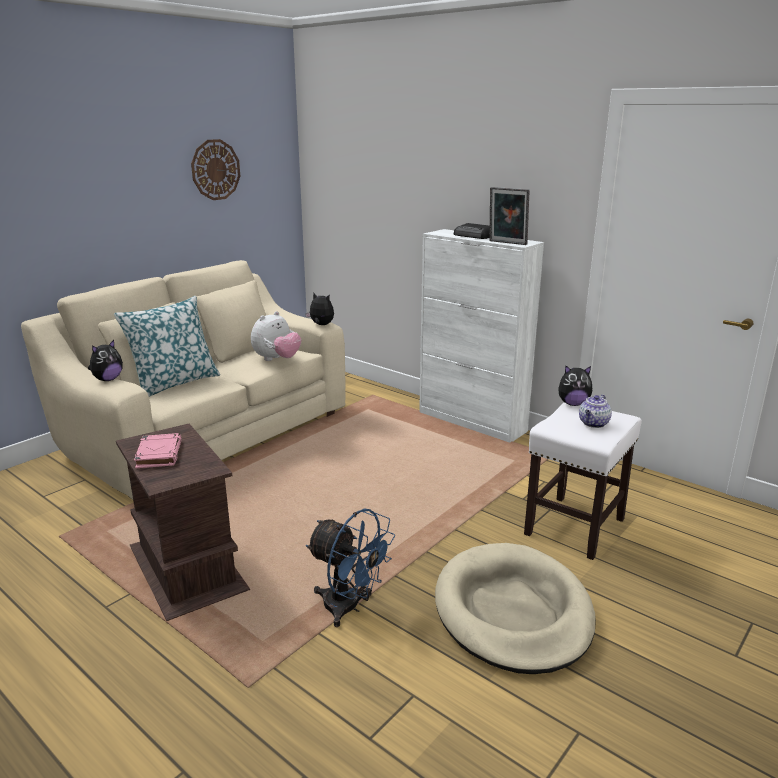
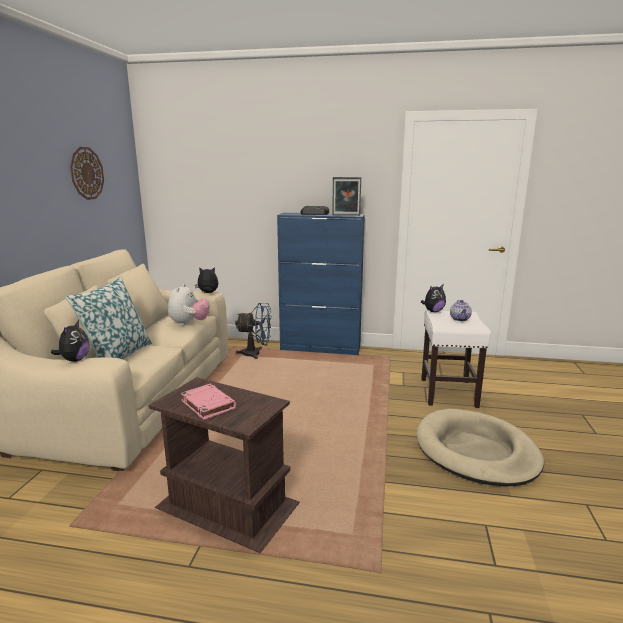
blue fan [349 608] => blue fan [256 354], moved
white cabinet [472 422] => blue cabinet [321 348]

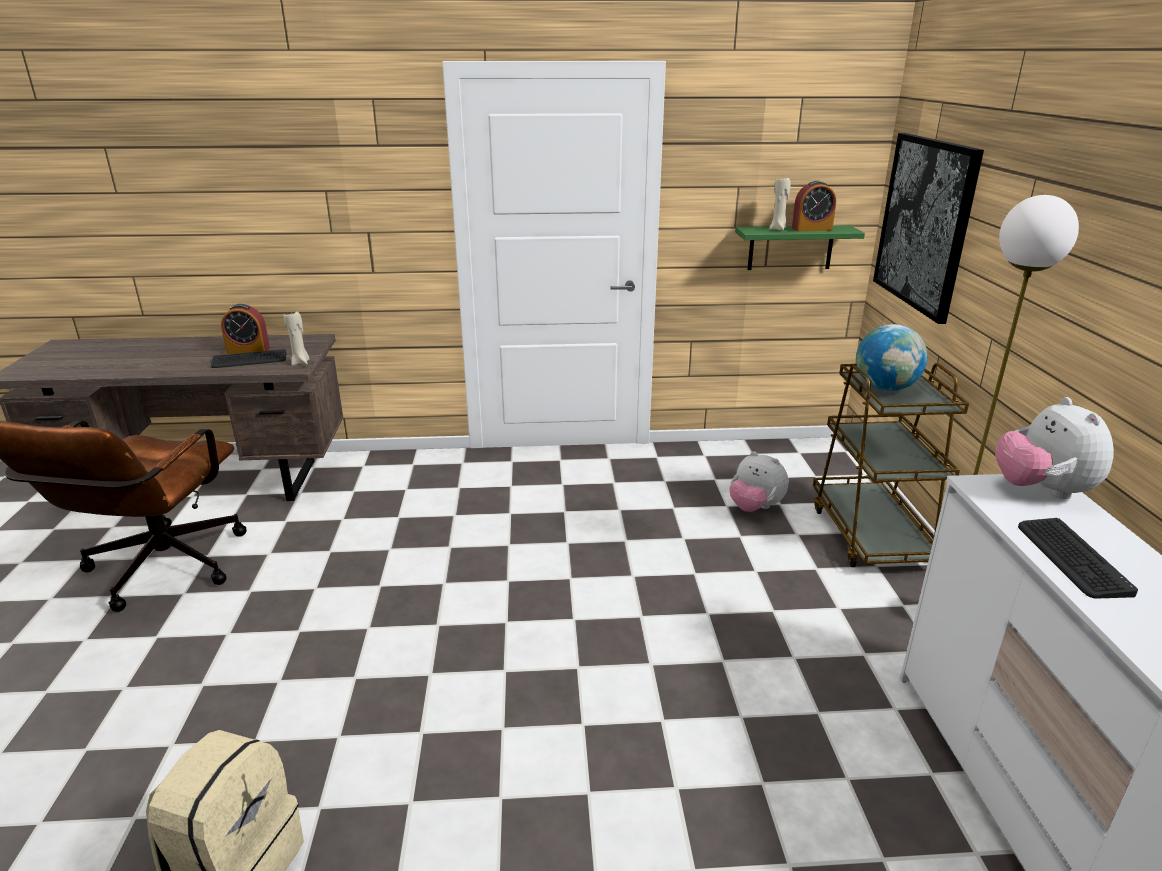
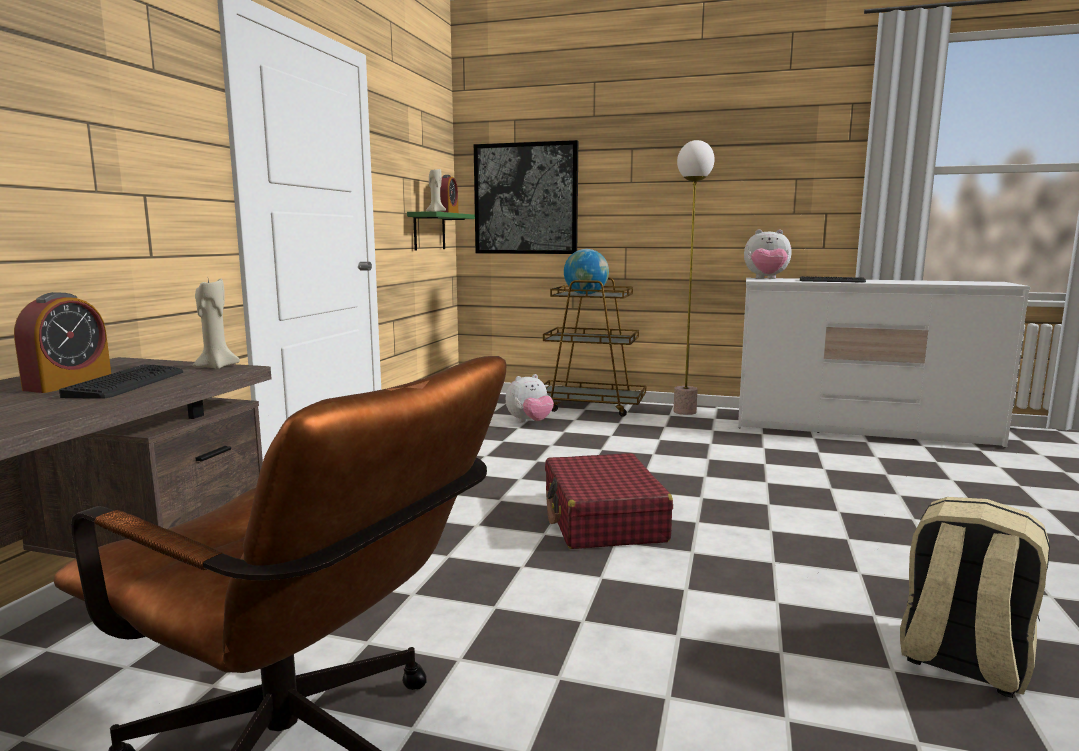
nothing => red suitcase [603 519]

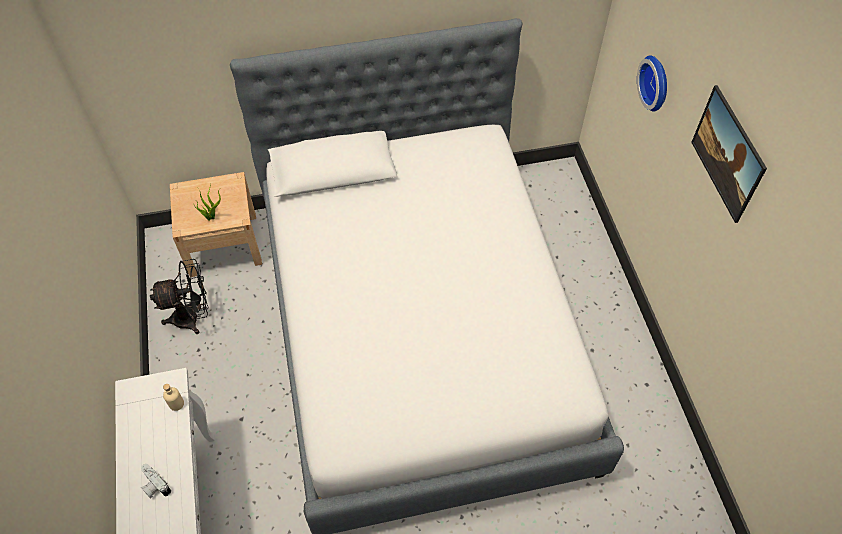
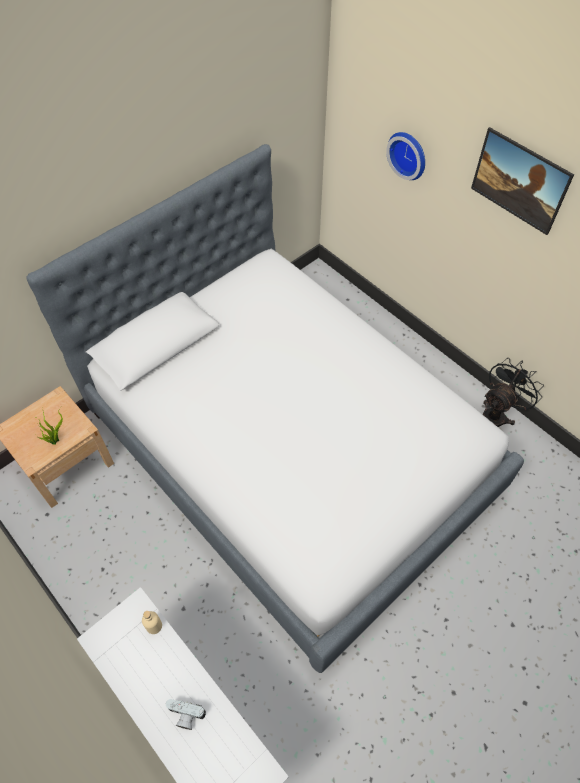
black fan [193 317] => black fan [497 414], moved

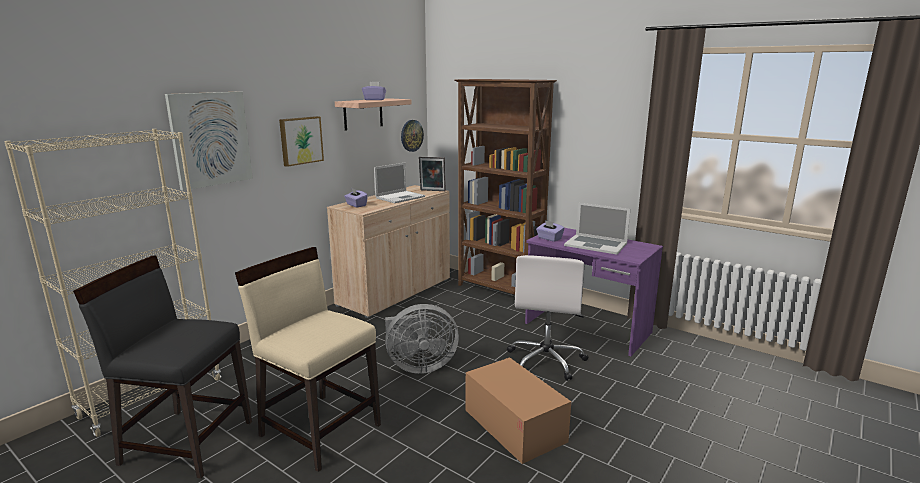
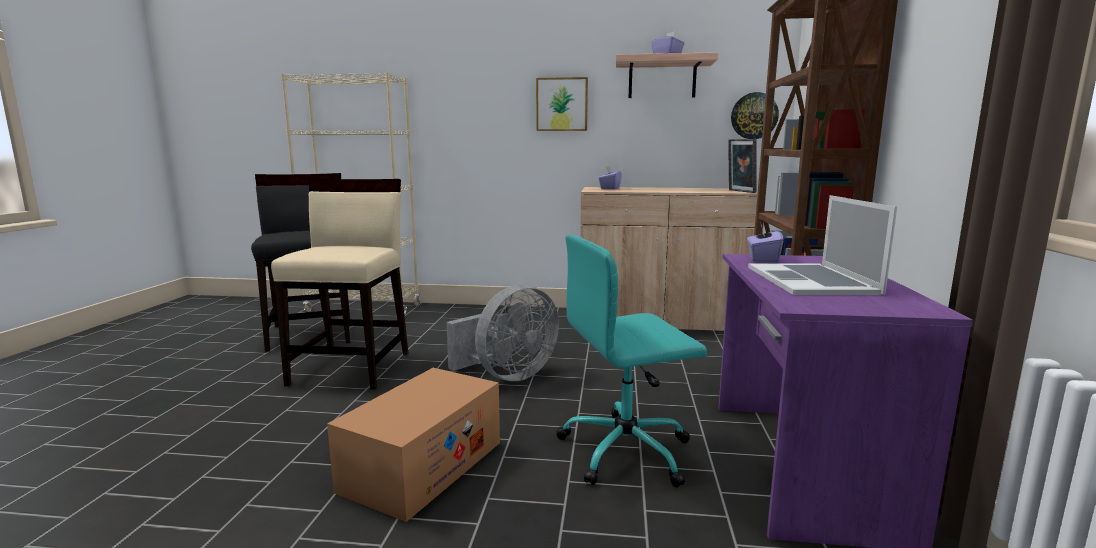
picture [210 139] => nothing
laptop [400 197] => nothing
white office chair [546 360] => turquoise office chair [627 450]
grey fan [419 366] => grey fan [508 375], 90 degrees counterclockwise

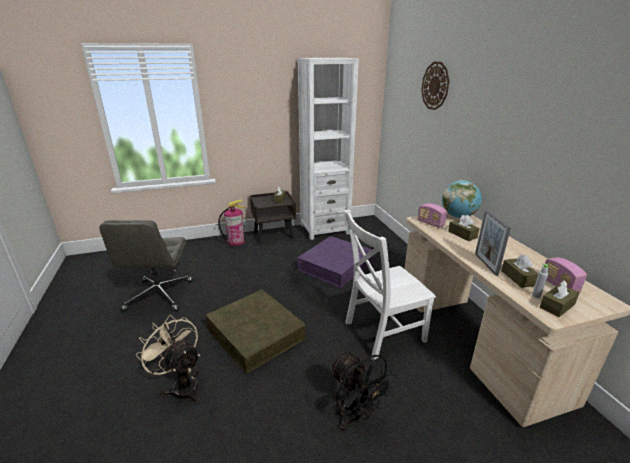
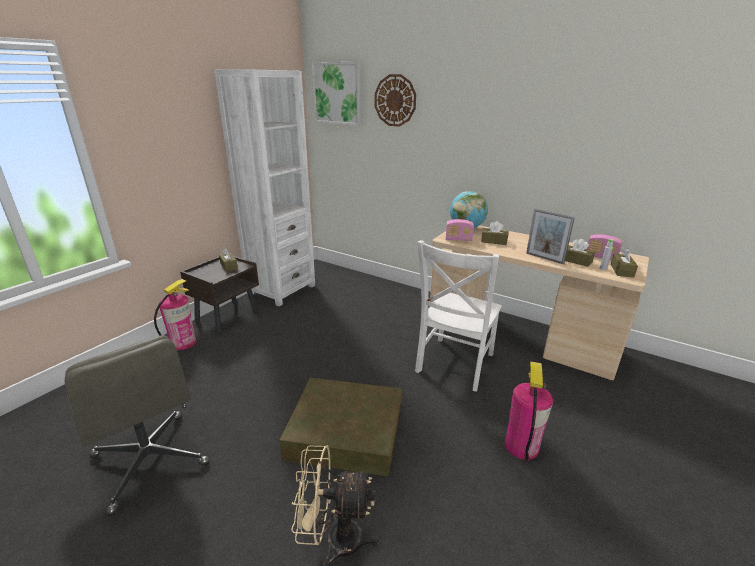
purple storage box [335 266] => nothing
nothing => picture [337 93]
black fan [355 416] => fire extinguisher [521 446]

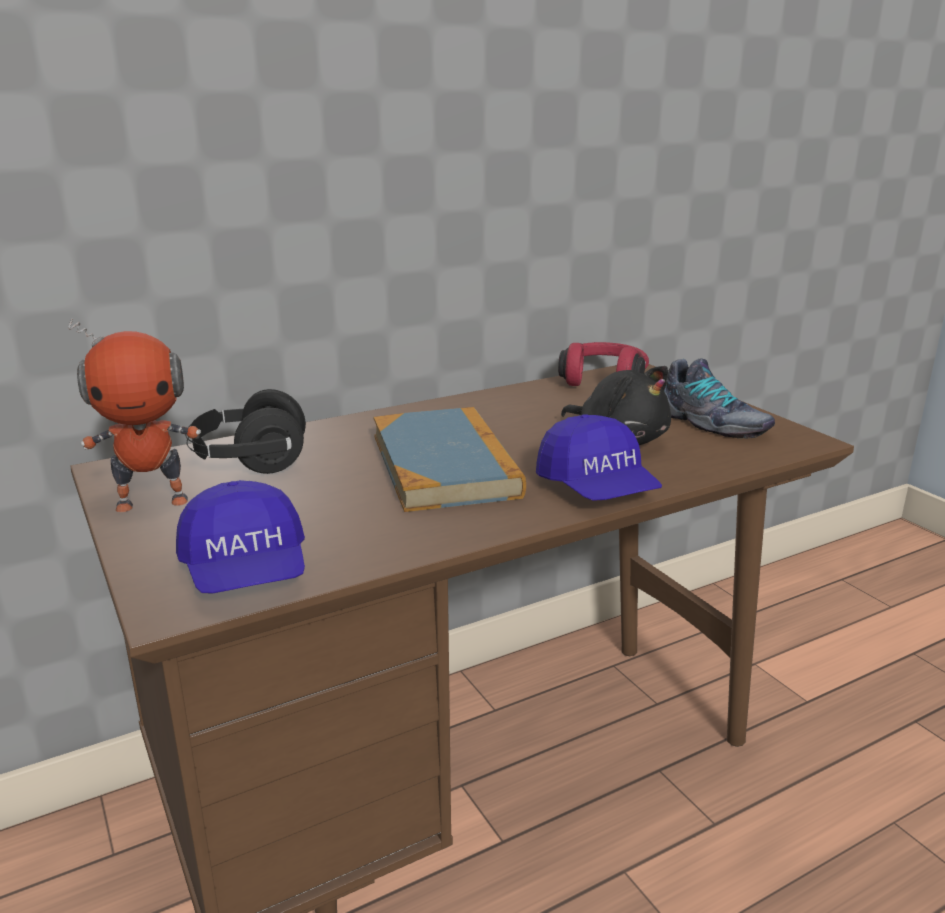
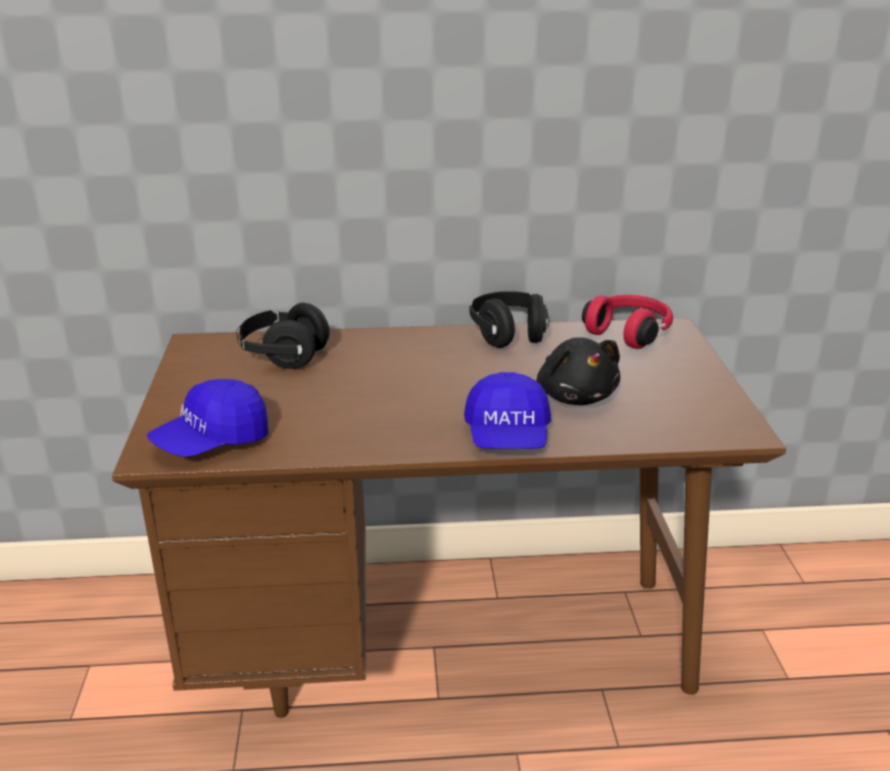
toy robot [152 502] => nothing
book [444 465] => nothing
shoe [709 423] => nothing
nothing => black headphones [509 335]
blue cap [247 572] => blue cap [212 442], 45 degrees clockwise

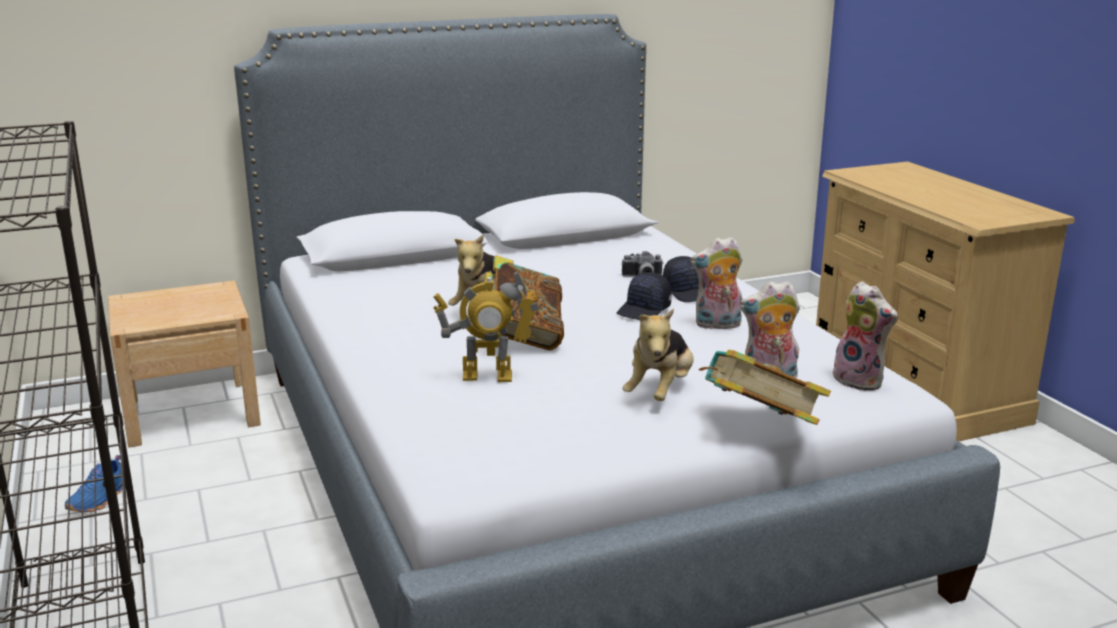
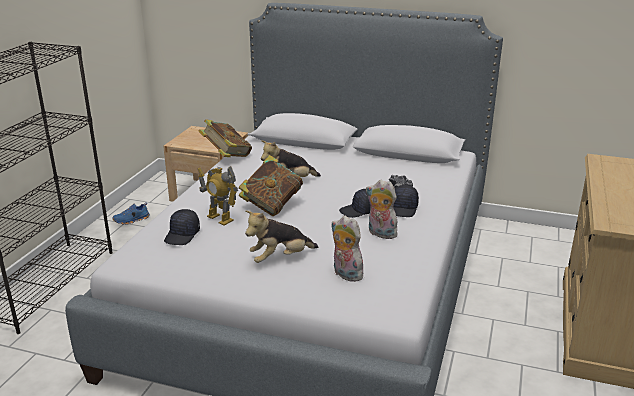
plush toy [861 381] => nothing
nothing => black cap [182 235]
book [758 426] => book [226 156], moved

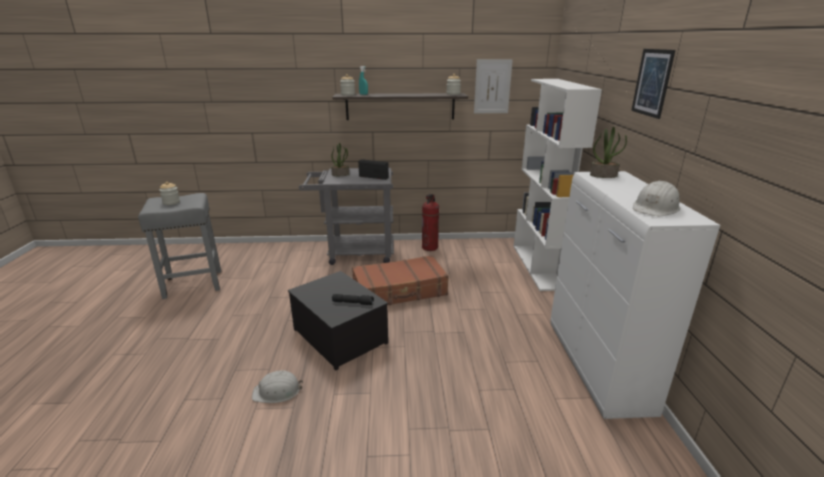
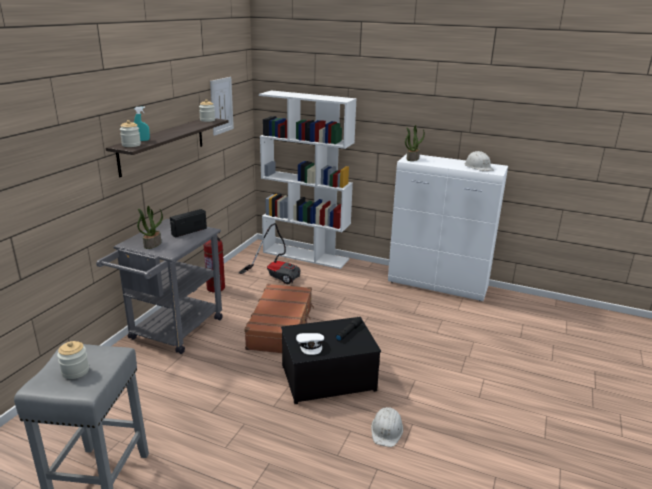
picture [652 82] => nothing
nothing => vacuum cleaner [276 275]
nothing => white cap [310 345]

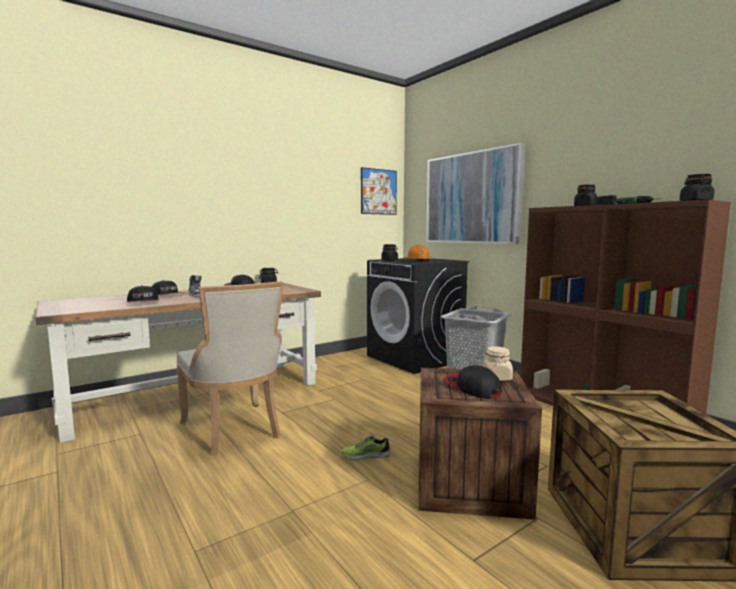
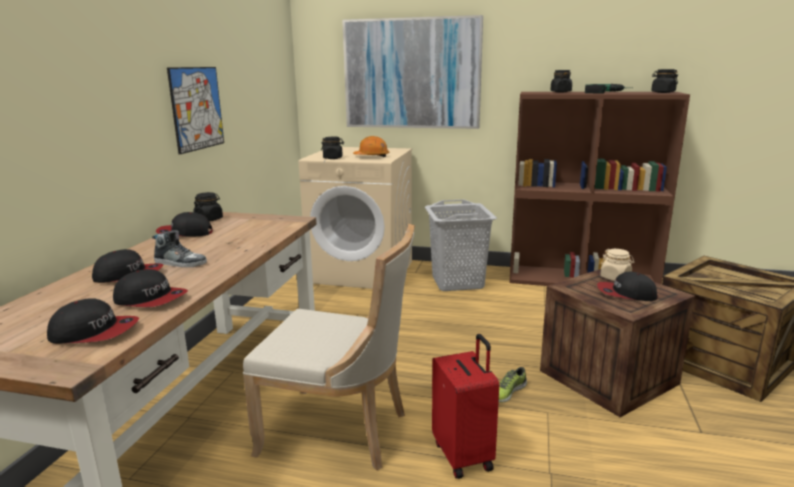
nothing => cap [95 332]
nothing => red suitcase [464 455]
picture [378 191] => picture [197 108], moved
black washing machine [415 358] => beige washing machine [363 271]

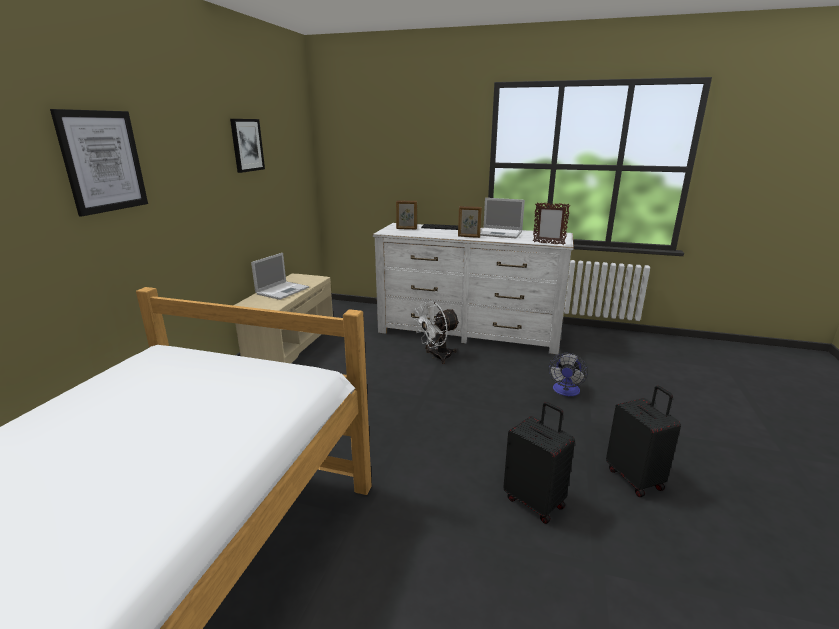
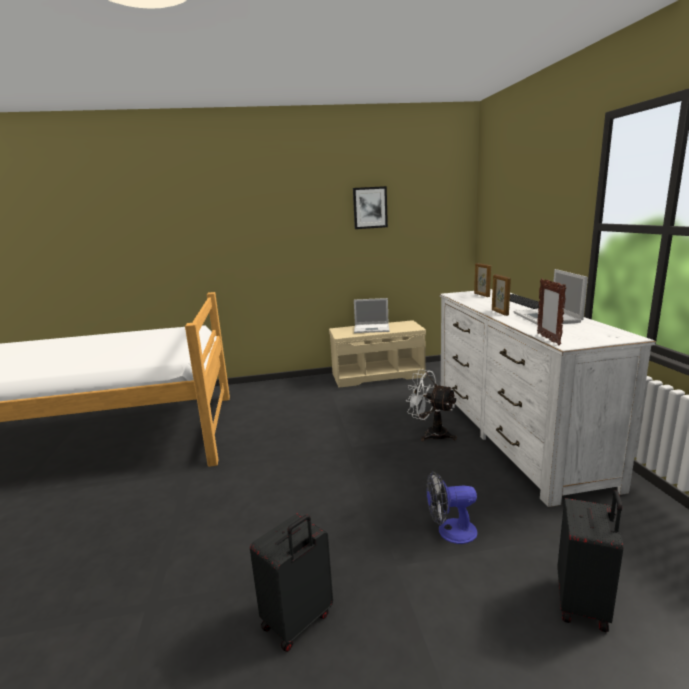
picture [103 161] => nothing
black suitcase [535 501] => black suitcase [583 604], moved

